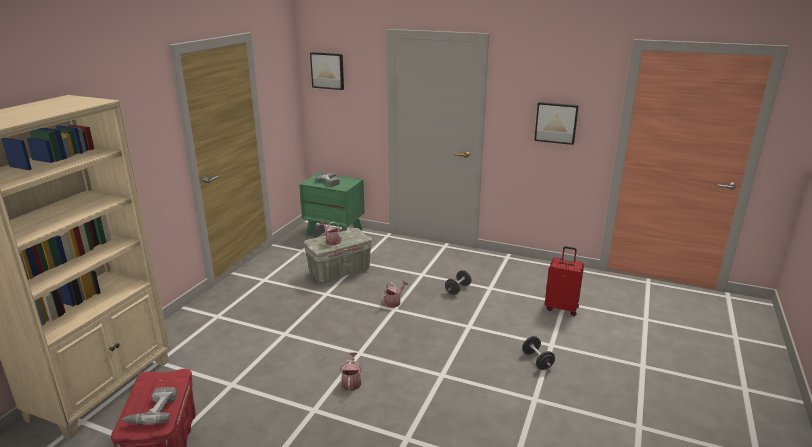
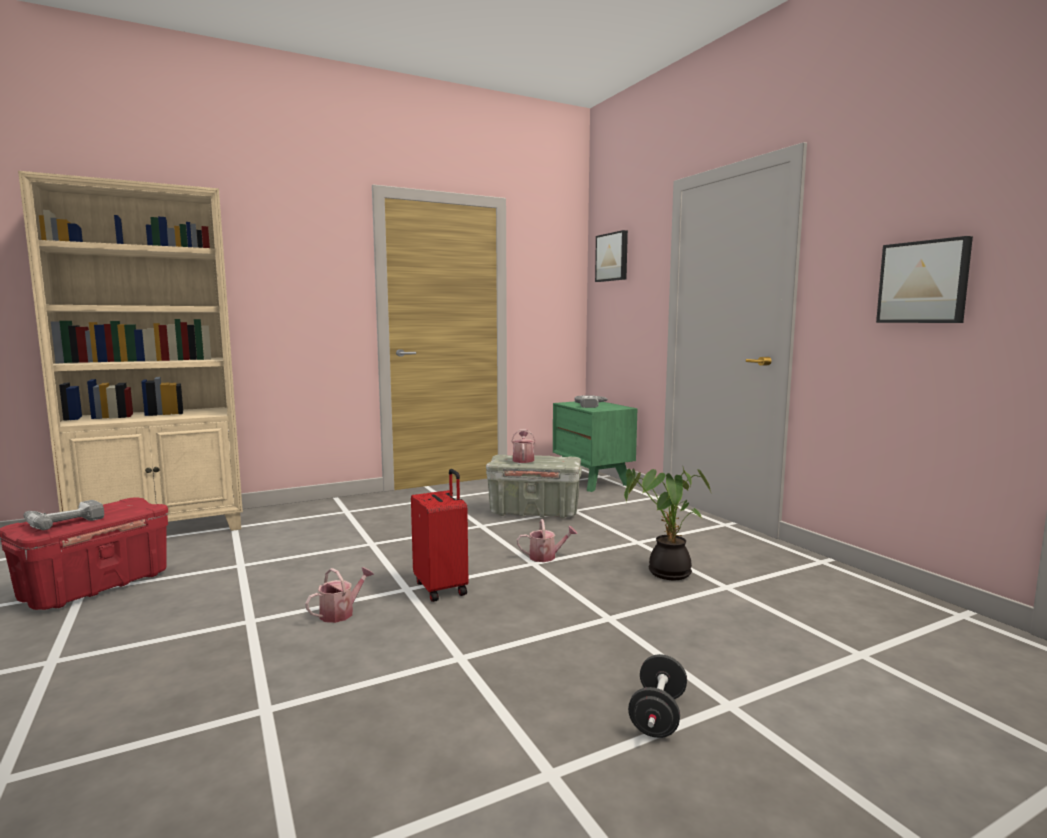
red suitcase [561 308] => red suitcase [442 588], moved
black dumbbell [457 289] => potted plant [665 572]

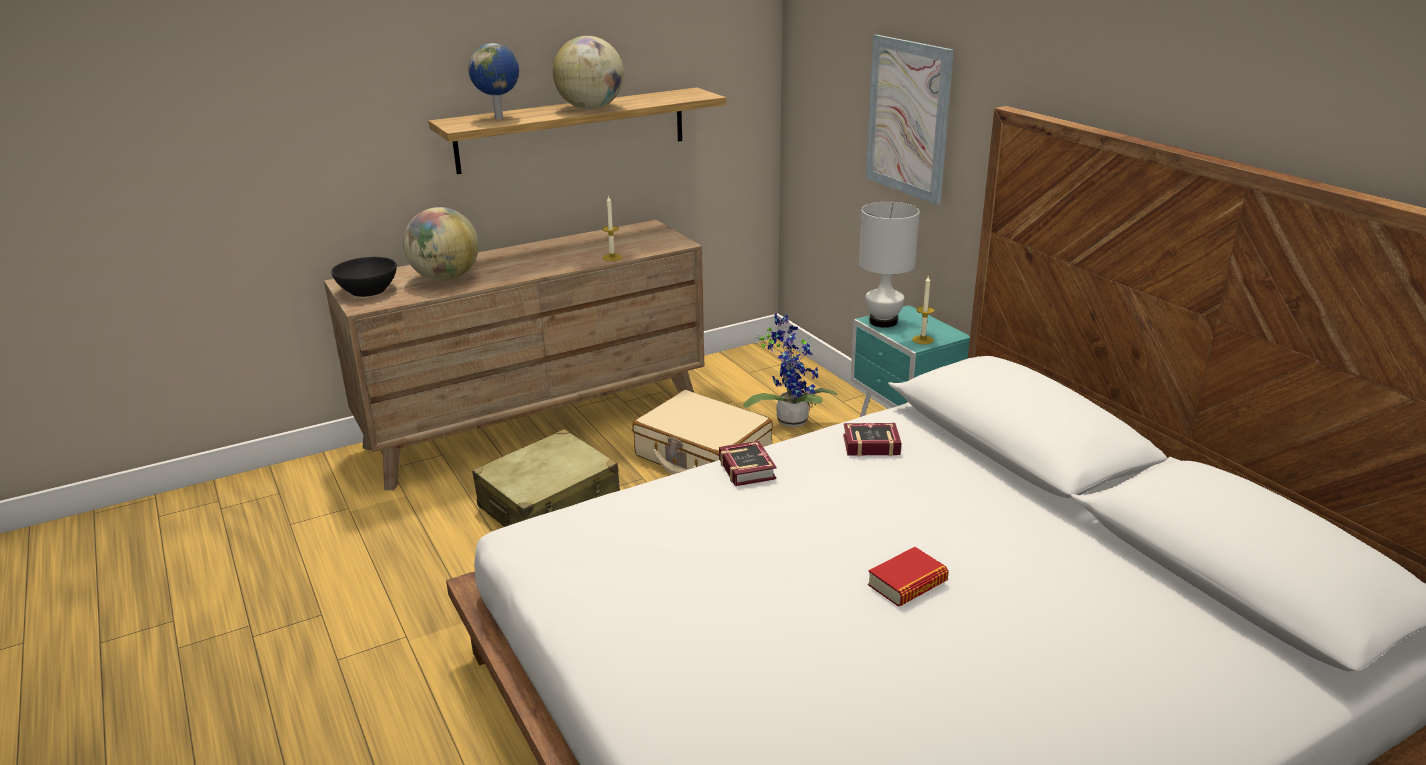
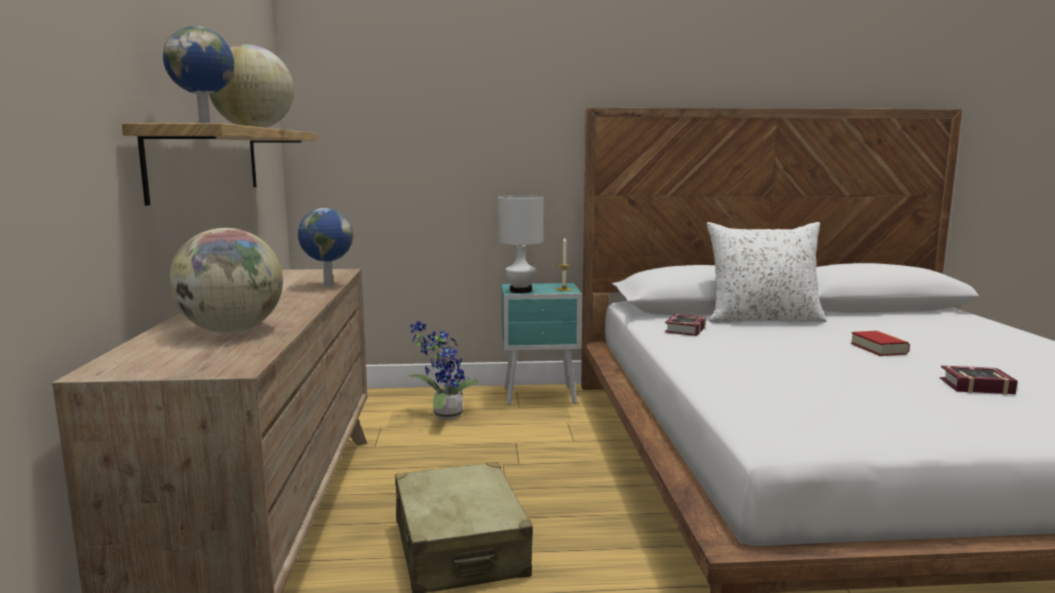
black bowl [367 290] => nothing
beige suitcase [702 455] => nothing
picture [908 118] => nothing
nothing => white pillow [762 319]
book [747 467] => book [972 385], moved
candle [612 257] => globe [327 285]

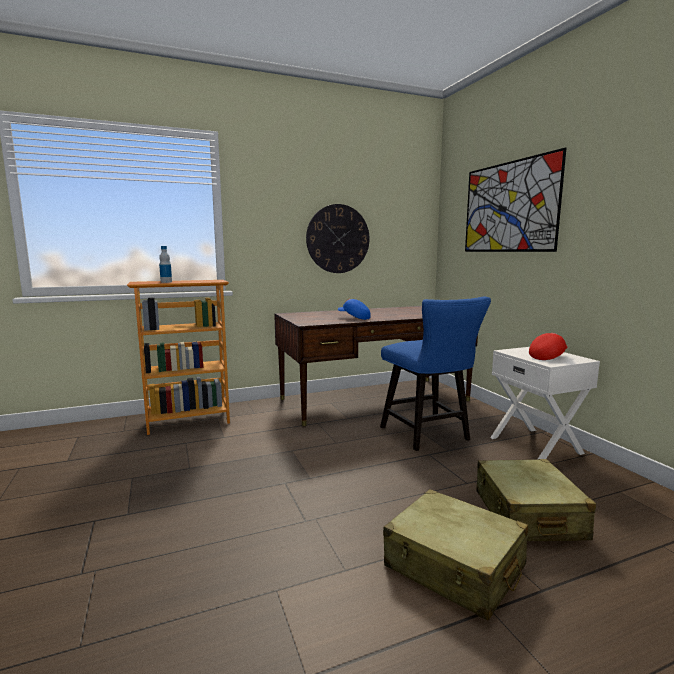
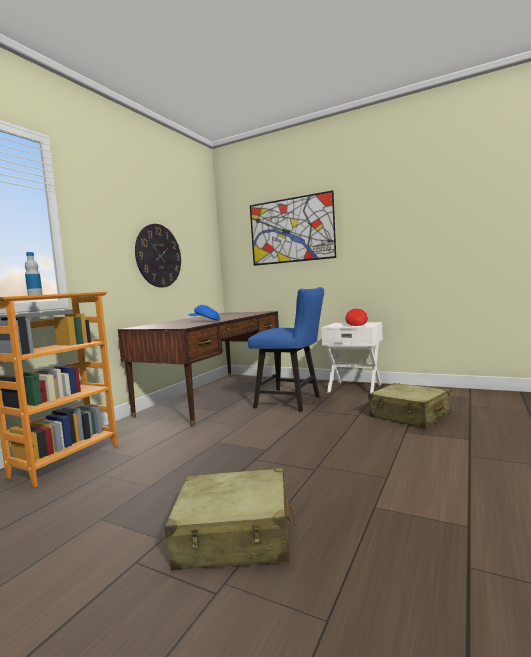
beige suitcase [454 567] => beige suitcase [235 536], moved

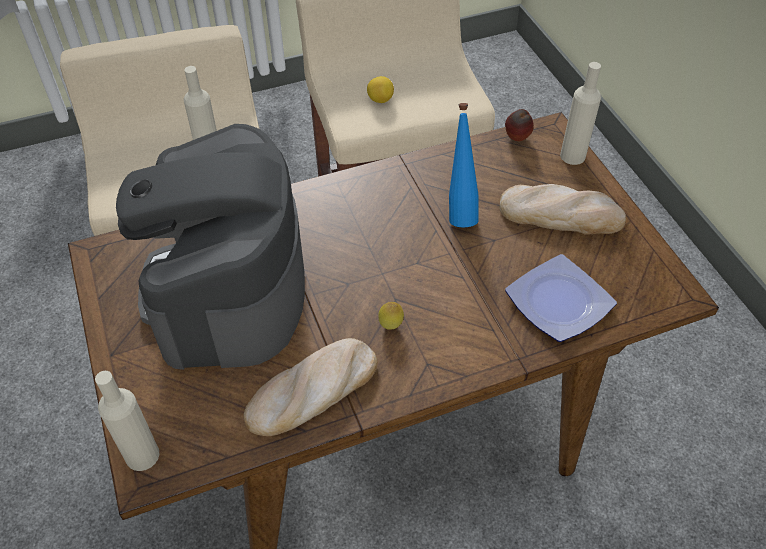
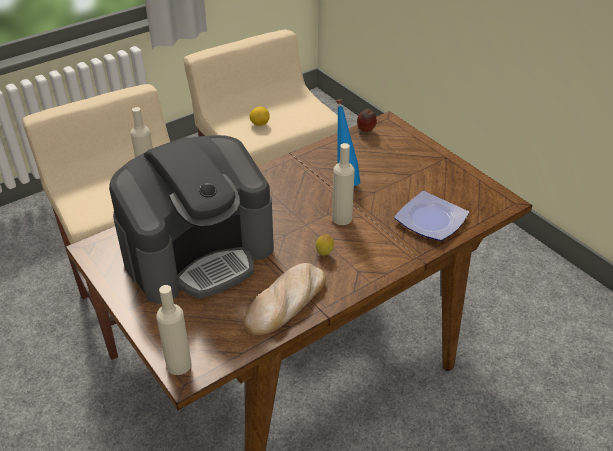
bread [561 214] => nothing
beige bottle [572 156] => beige bottle [341 218], moved
coffee machine [227 289] => coffee machine [199 253], 105 degrees counterclockwise

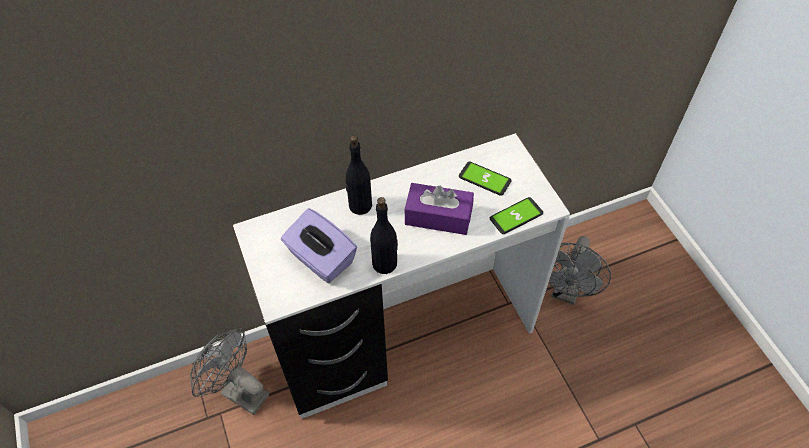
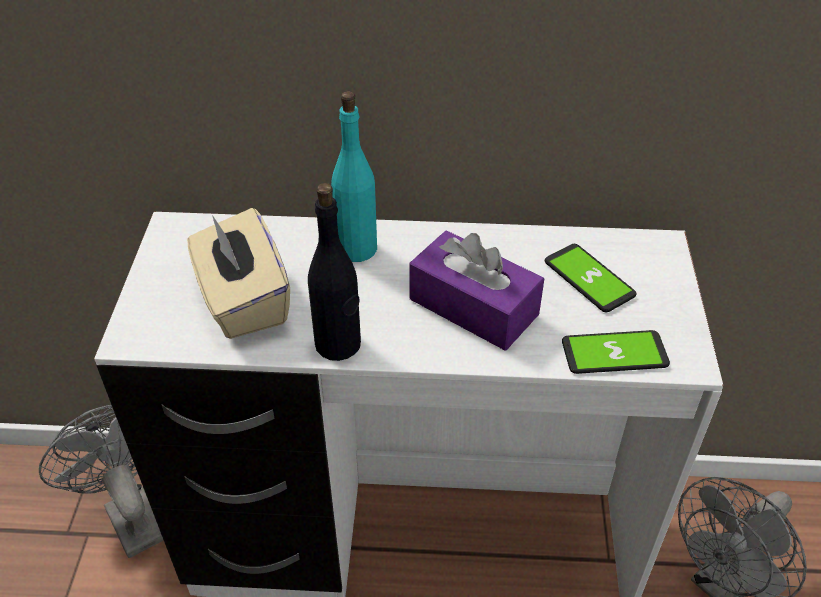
purple tissue box [321 259] => beige tissue box [243 301]
black bottle [360 205] => turquoise bottle [356 248]

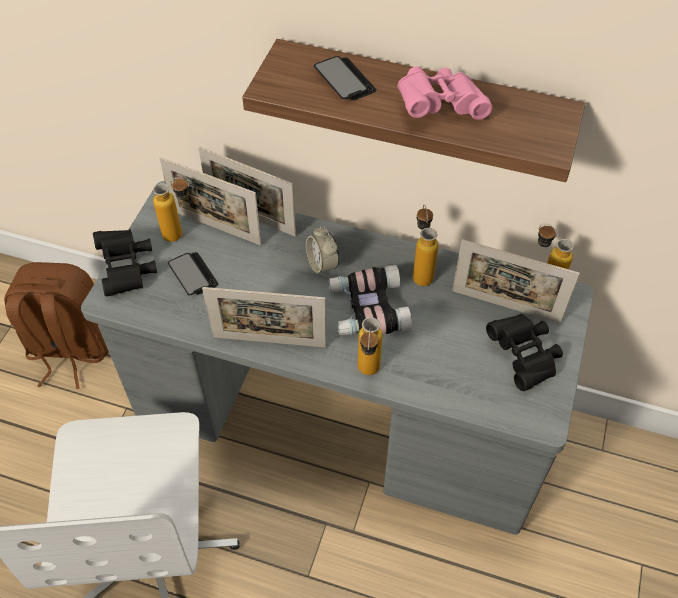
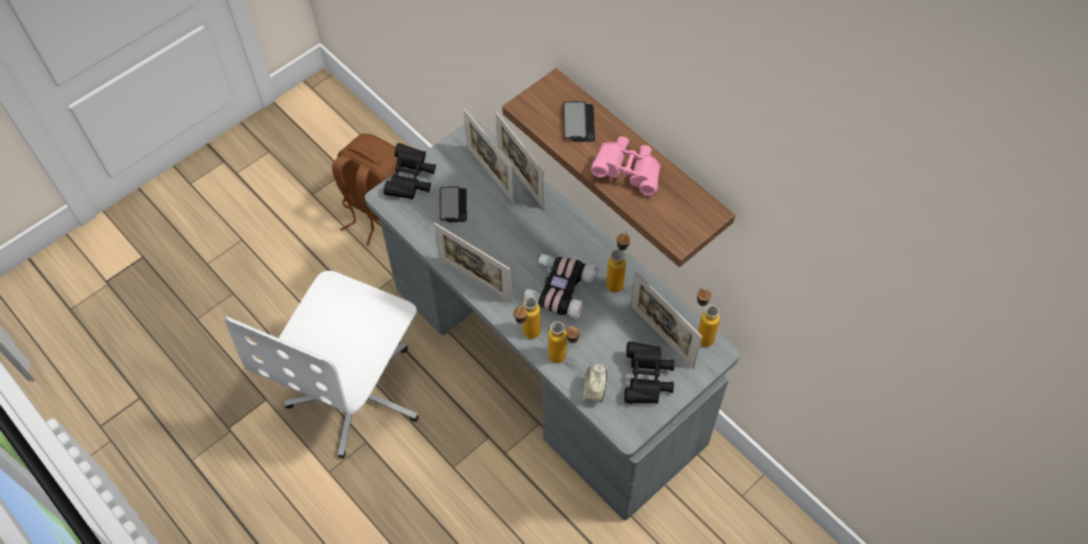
bottle [181 235] => bottle [564 359], moved
alarm clock [322 264] => alarm clock [594 392], moved

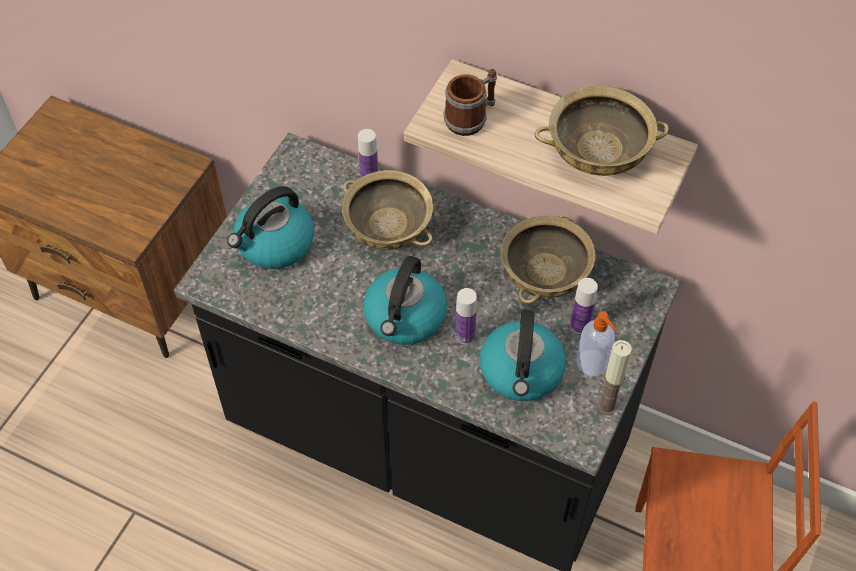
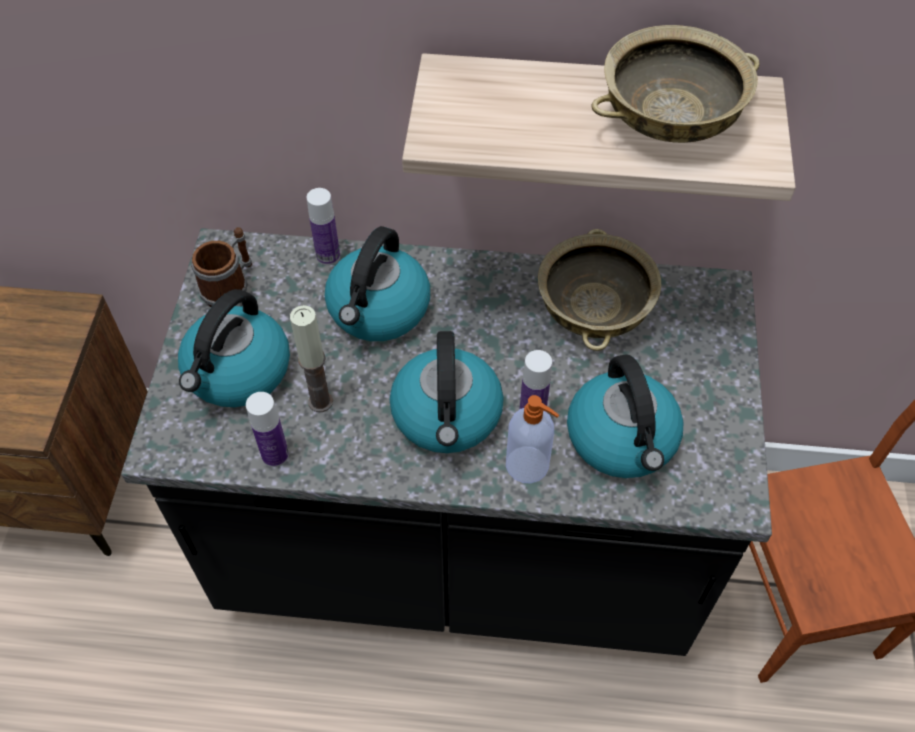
mug [471 118] => mug [230 286], moved
bottle [580 325] => bottle [275 455], moved
soap dispenser [593 364] => soap dispenser [528 466], moved
candle [606 406] => candle [320 402], moved
beige bowl [389 228] => kettle [378 310]

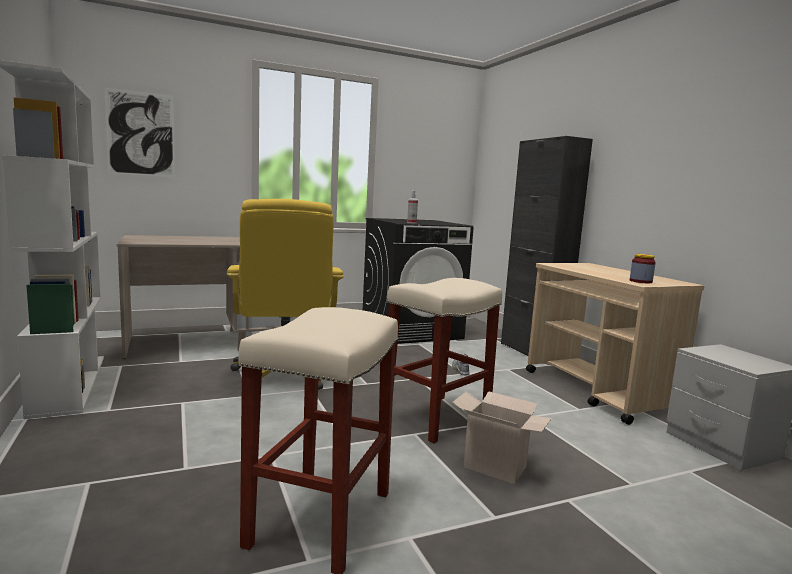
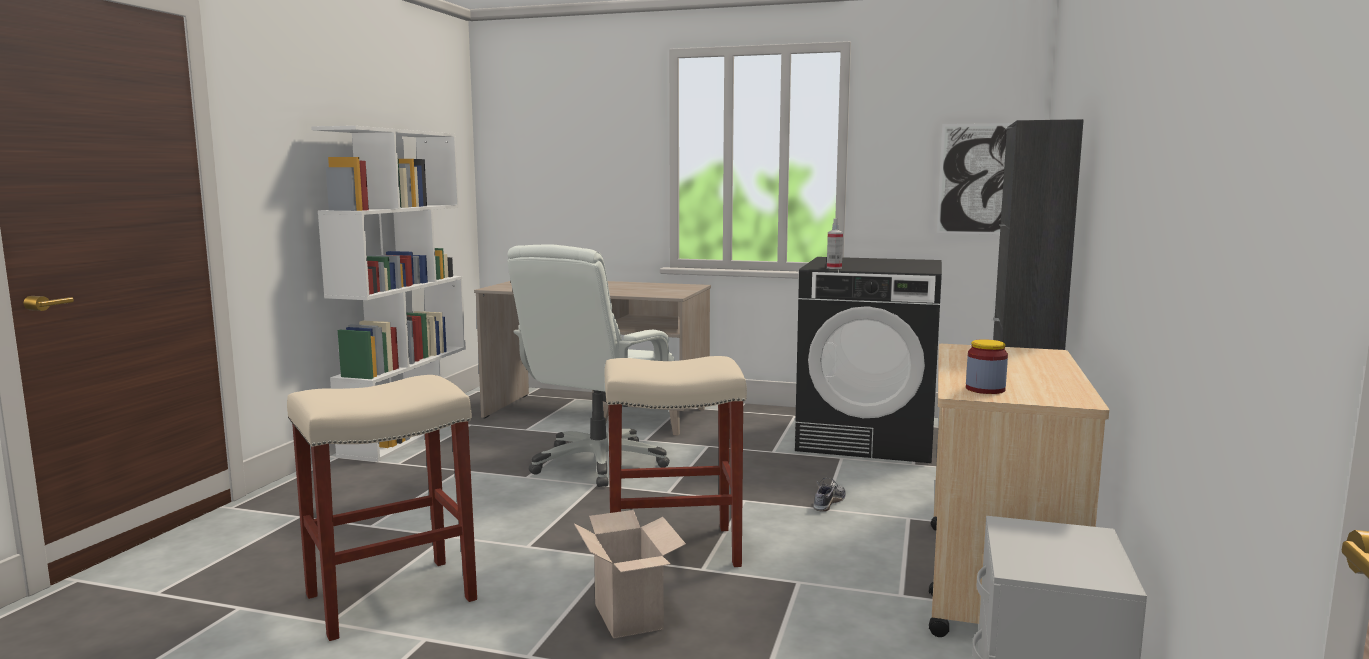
picture [141 134] => picture [982 179], moved
yellow office chair [285 375] => white office chair [598 463]

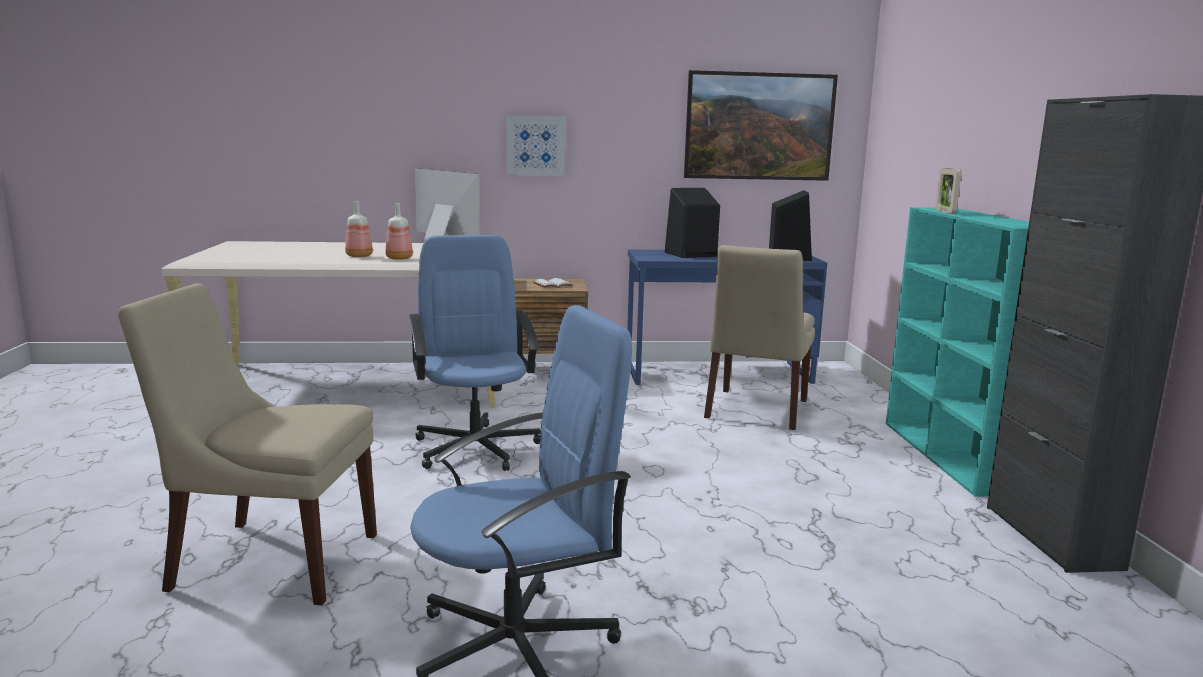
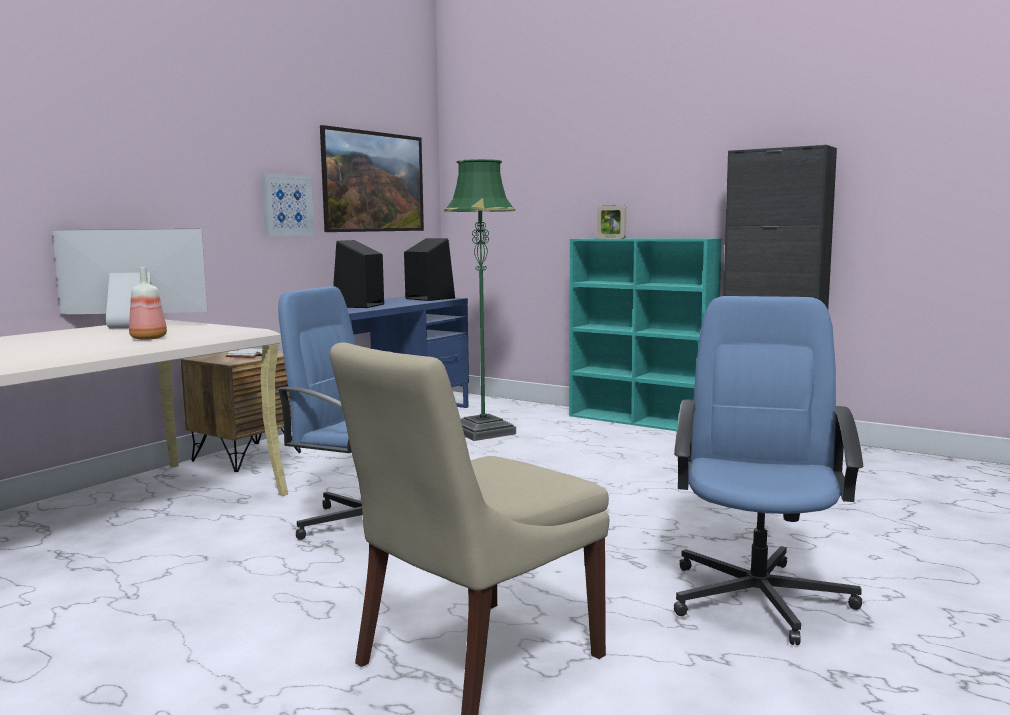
bottle [360 256] => nothing
picture [535 146] => picture [287 205], moved
beige chair [755 411] => green floor lamp [483 432]

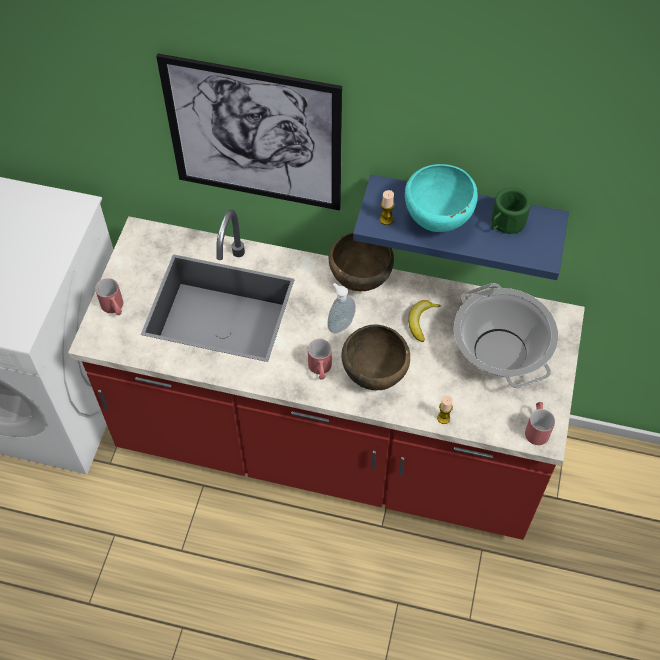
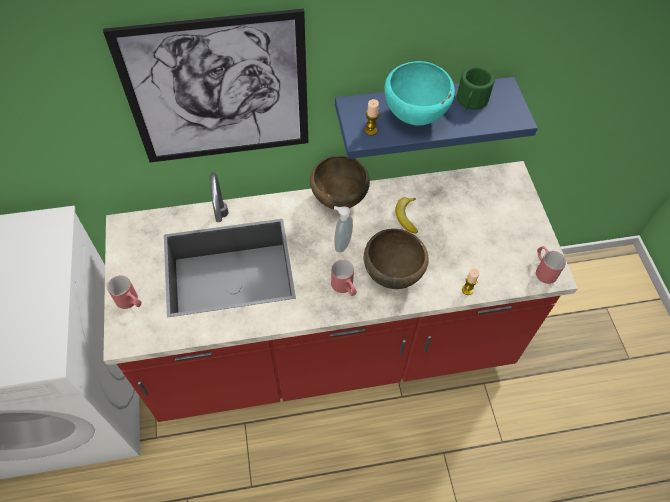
cooking pot [499 351] => nothing

